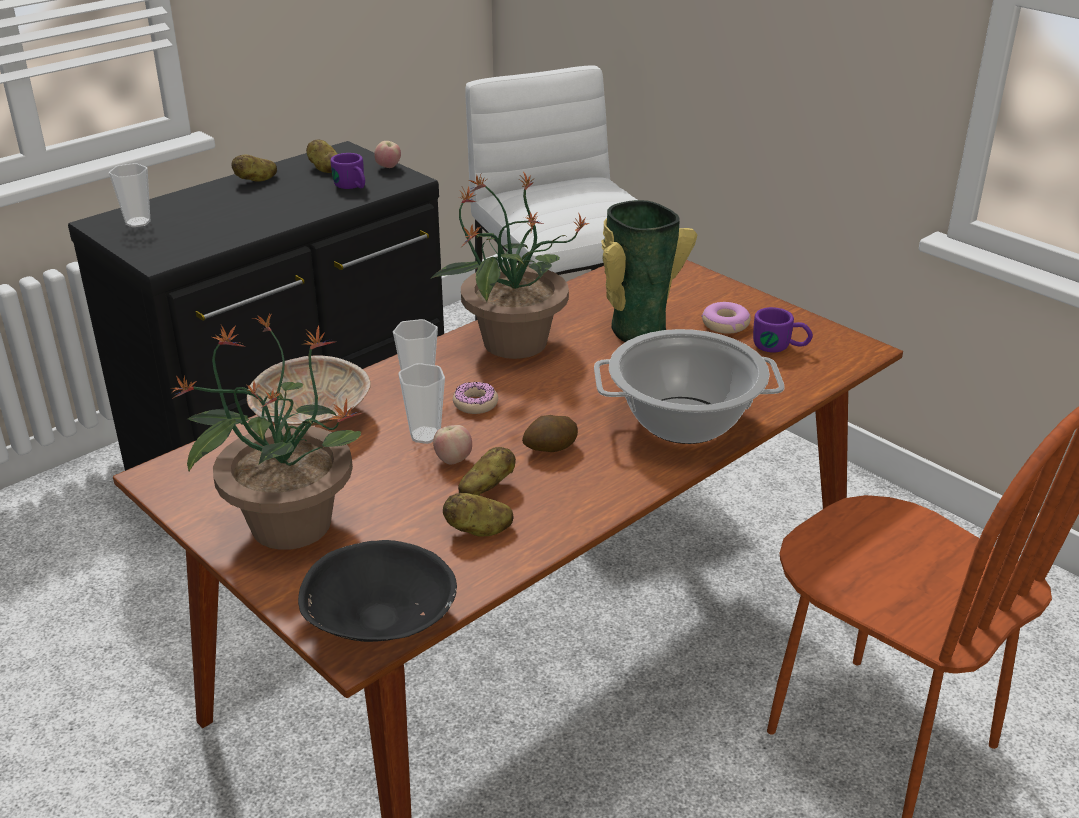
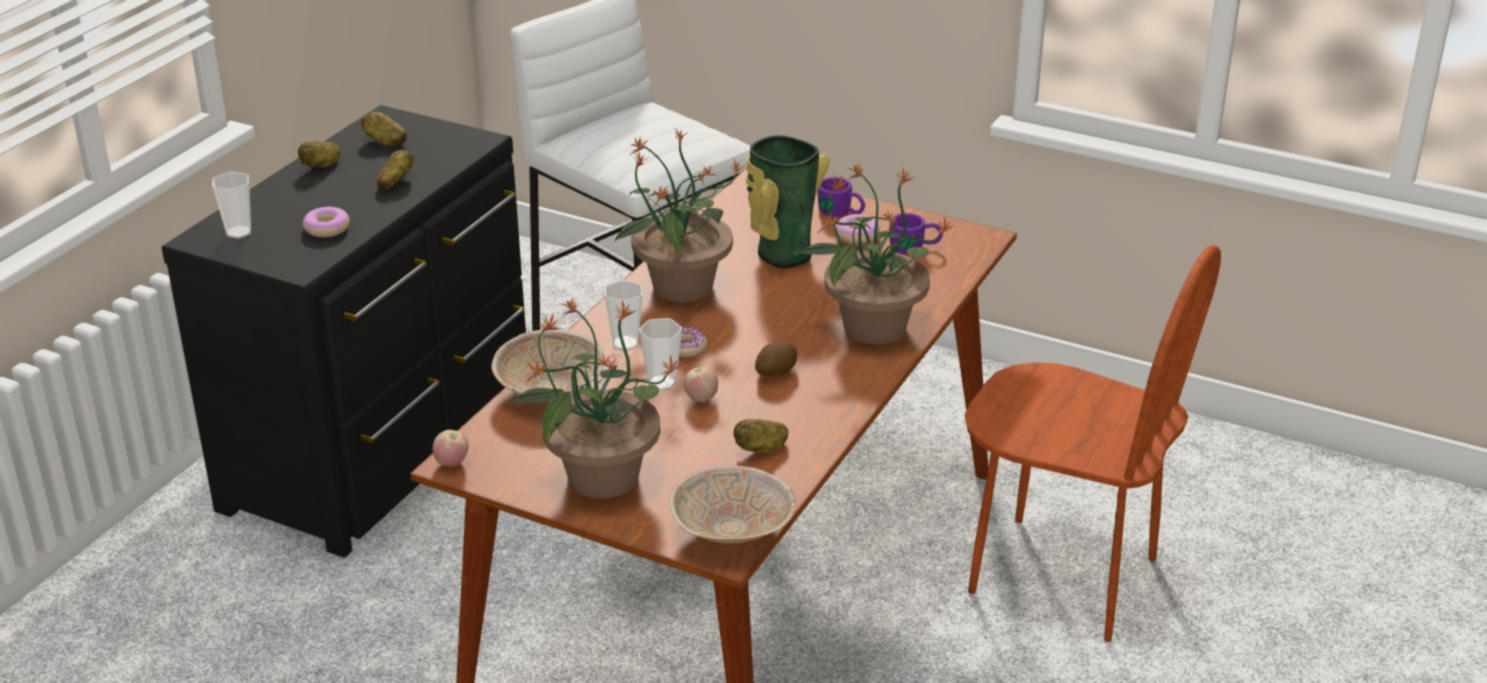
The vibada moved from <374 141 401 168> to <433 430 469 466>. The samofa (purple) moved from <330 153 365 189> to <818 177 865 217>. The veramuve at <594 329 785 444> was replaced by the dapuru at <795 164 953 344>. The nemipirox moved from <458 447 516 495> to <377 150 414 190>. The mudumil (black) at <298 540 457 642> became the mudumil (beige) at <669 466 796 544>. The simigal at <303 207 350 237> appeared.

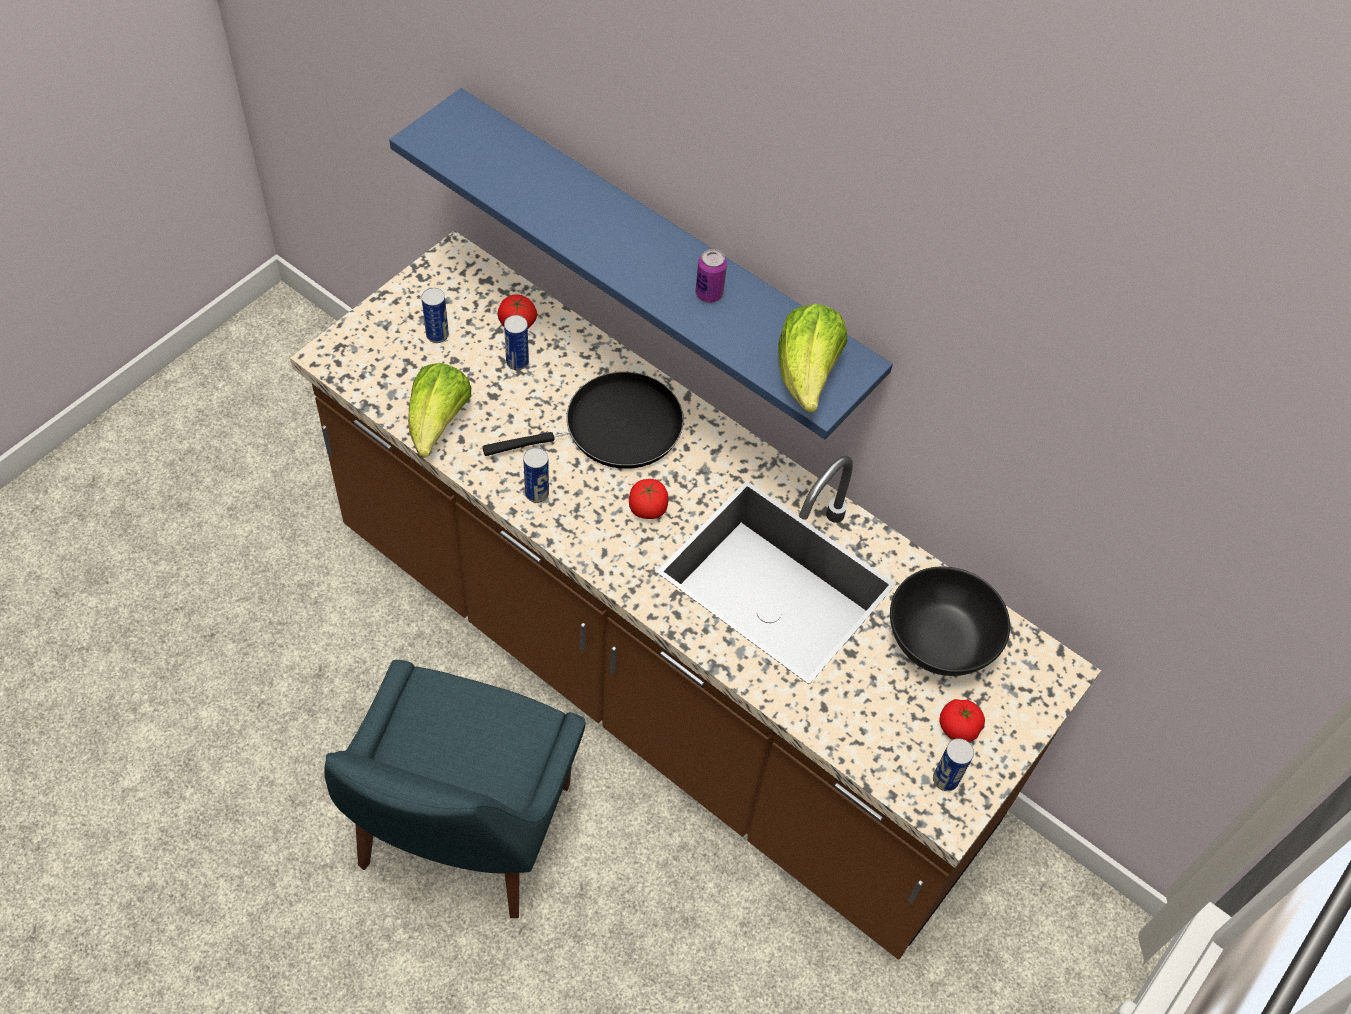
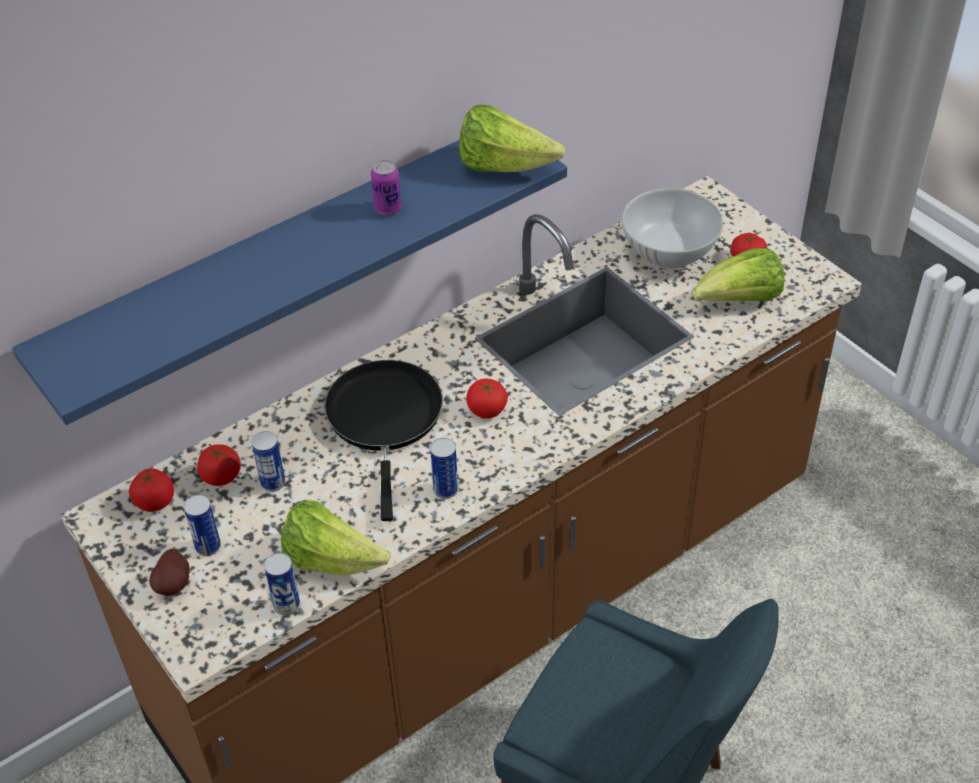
The mudumil (black) at <890 566 1010 676> became the mudumil (white) at <621 188 723 269>. The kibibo moved from <933 738 974 791> to <264 553 300 615>. The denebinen at <692 248 784 302> appeared. The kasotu at <129 468 174 512> appeared. The nemipirox at <149 549 189 596> appeared.

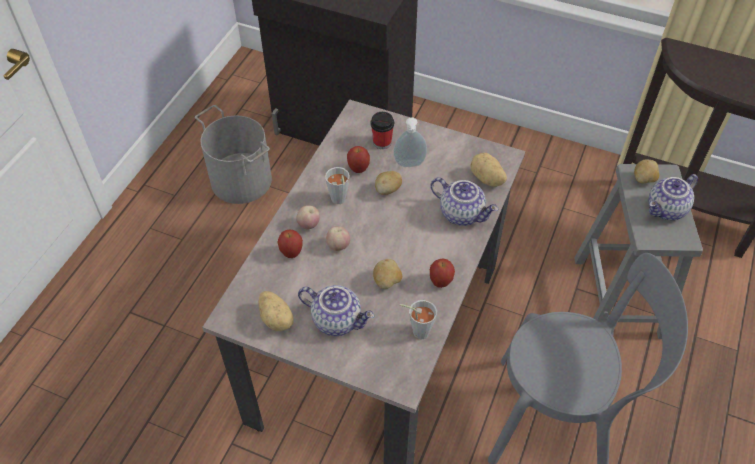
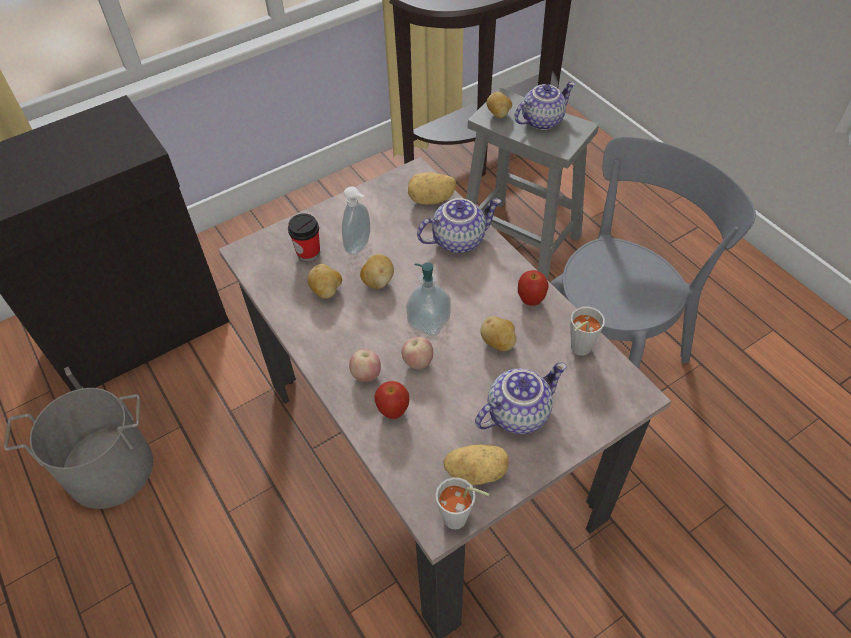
The vibada at <347 146 370 173> was replaced by the nemipirox at <307 264 342 299>. The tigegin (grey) moved from <325 167 350 204> to <436 477 489 529>. The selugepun at <649 174 698 220> turned 120 degrees counterclockwise. The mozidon at <406 262 450 336> appeared.

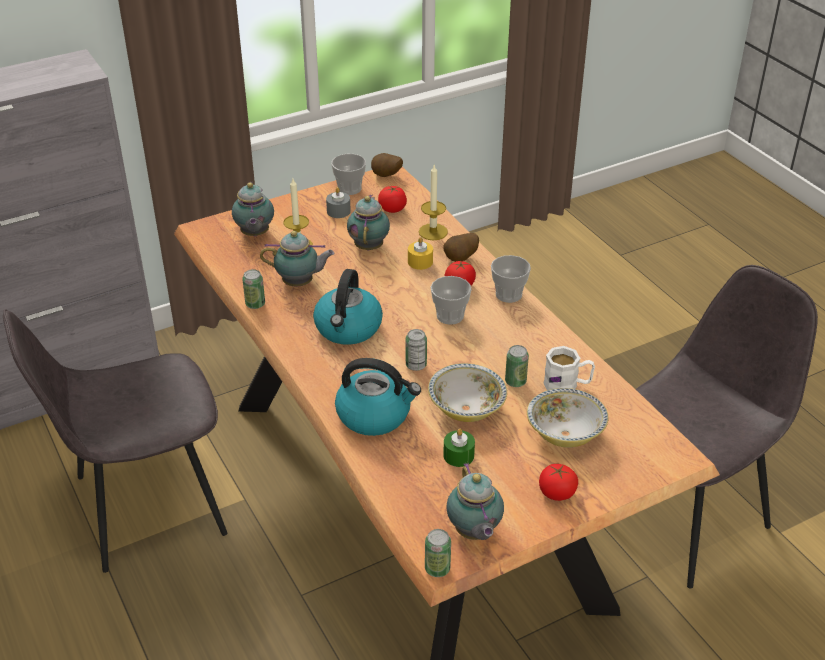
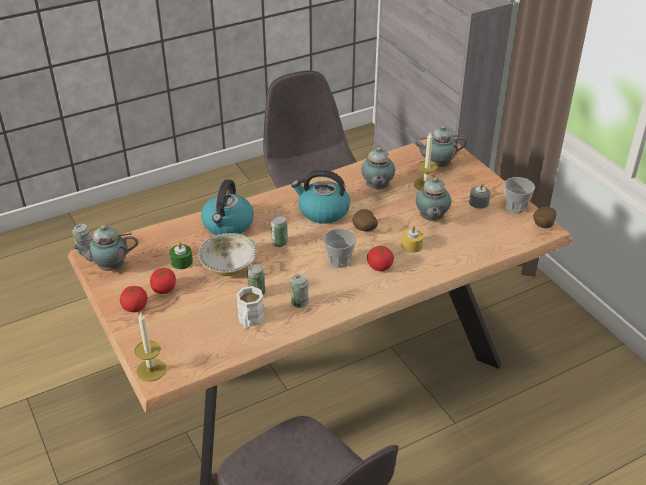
The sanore moved from <419 165 448 240> to <135 313 166 382>. The kasotu moved from <378 186 407 213> to <150 268 176 294>. The selugepun at <347 195 390 250> turned 90 degrees clockwise. The nemipirox moved from <443 233 479 262> to <352 209 378 232>. The tigegin at <491 255 531 303> disappeared. The kibibo moved from <242 269 265 309> to <291 274 308 308>. The mudumil at <527 388 609 448> disappeared.

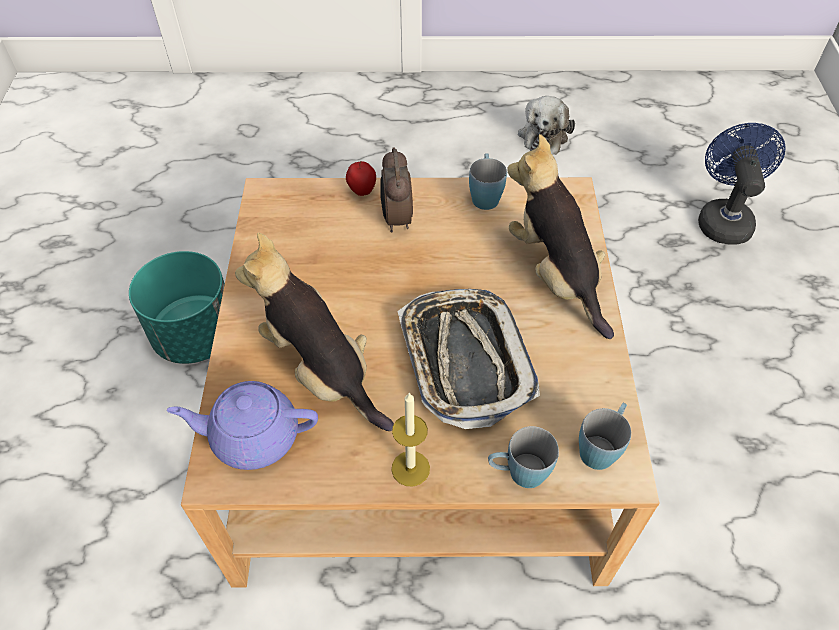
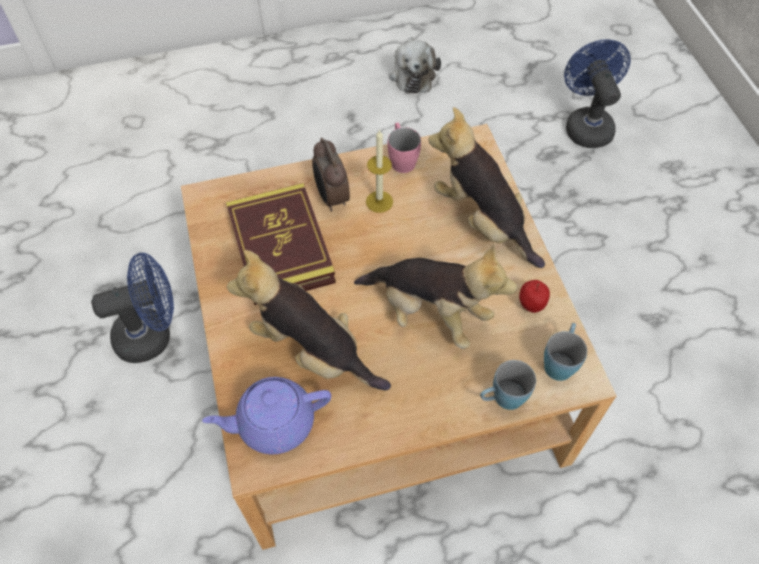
The samofa (blue) at <469 153 507 210> became the samofa (pink) at <388 123 421 173>. The vibada moved from <346 161 376 196> to <519 280 550 313>. The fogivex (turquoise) at <129 251 225 364> was replaced by the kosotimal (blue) at <91 253 174 363>. The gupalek at <397 289 540 429> was replaced by the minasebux at <354 244 517 349>. The sanore moved from <392 392 430 487> to <366 129 393 213>. The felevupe at <226 183 336 305> appeared.

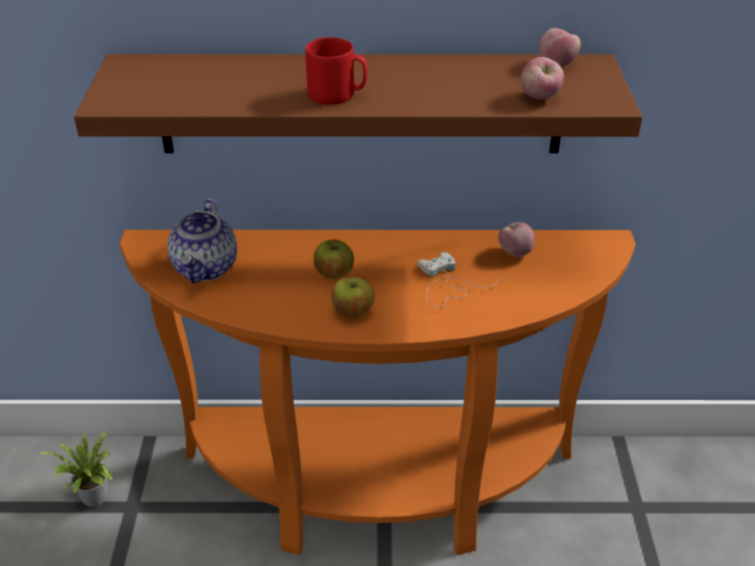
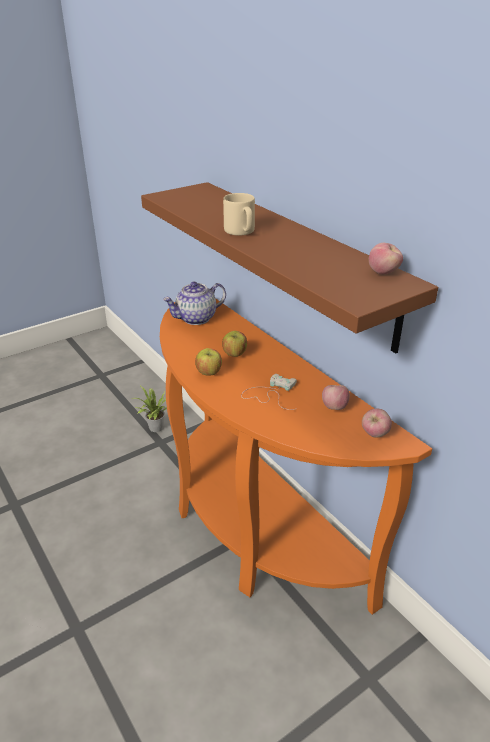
The samofa (red) at <305 37 367 105> became the samofa (beige) at <223 193 255 236>. The vibada moved from <521 57 564 100> to <362 409 392 438>.

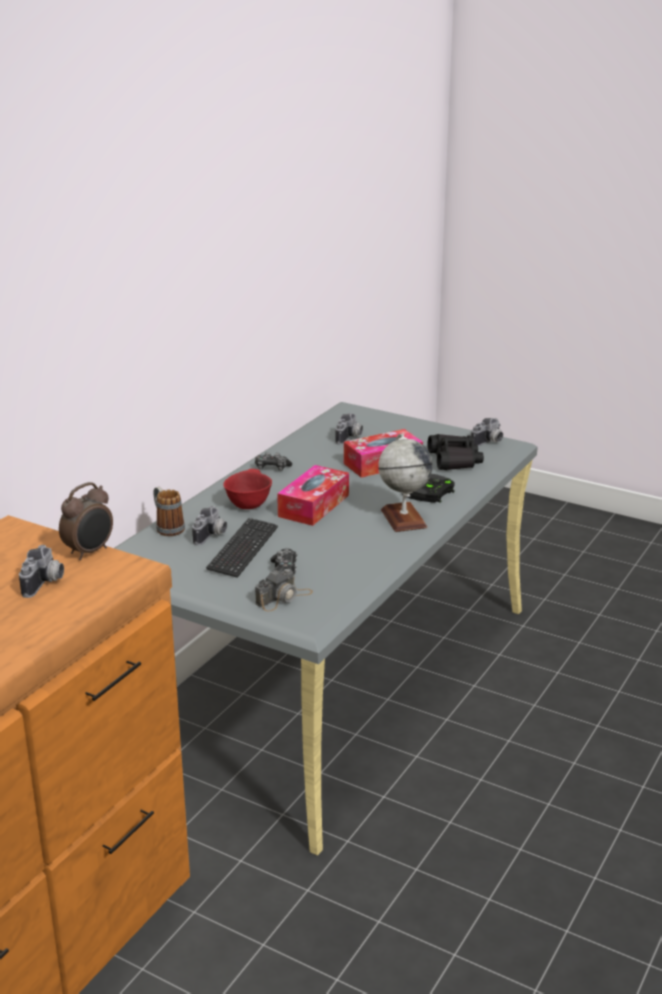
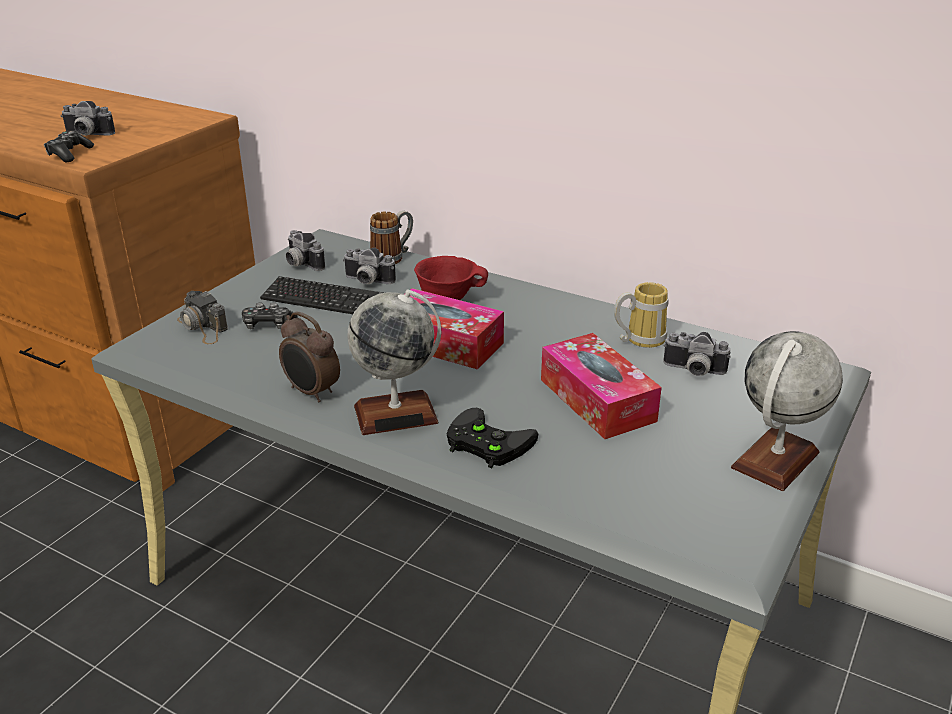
The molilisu moved from <471 418 503 446> to <286 230 325 271>. The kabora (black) at <427 434 484 470> disappeared. The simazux moved from <255 452 292 471> to <44 131 94 162>. The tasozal moved from <59 482 113 560> to <279 312 340 402>. The samofa at <614 282 669 348> appeared. The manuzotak at <731 331 843 491> appeared.

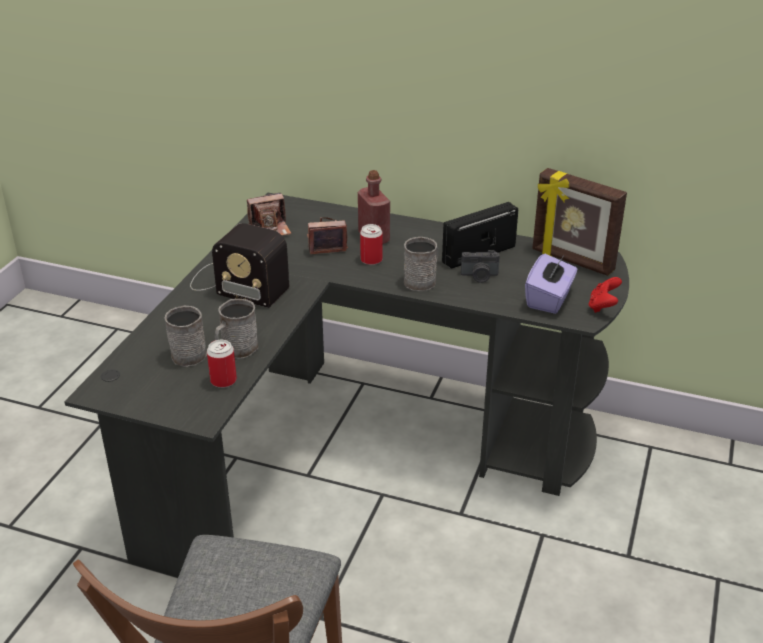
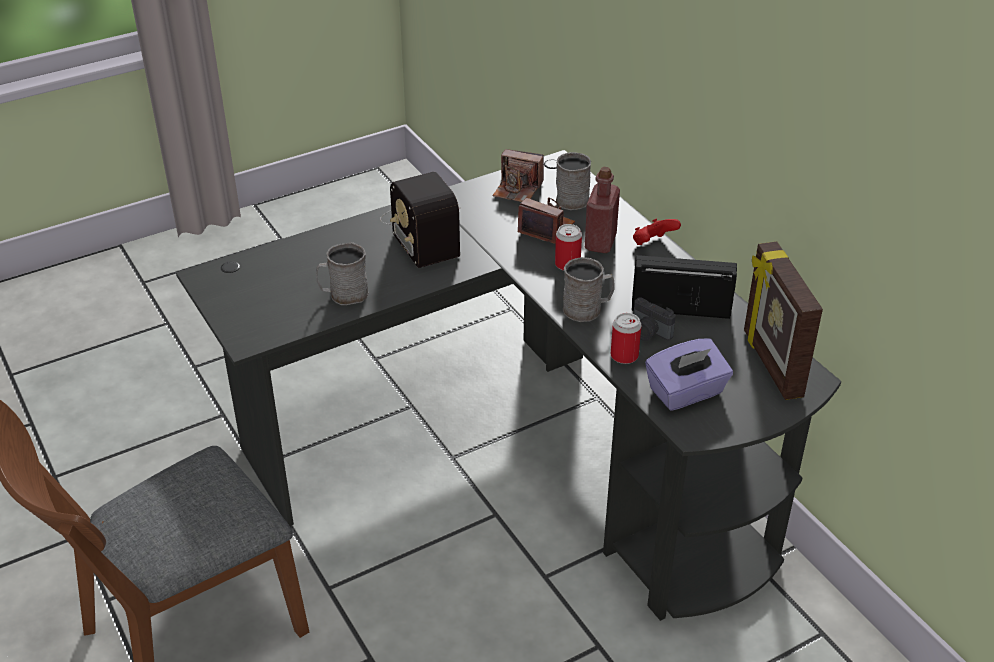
The simazux (red) moved from <589 277 622 313> to <633 218 681 245>. The samofa (grey) moved from <164 306 207 367> to <556 152 591 210>. The kibibo moved from <207 340 237 388> to <611 313 642 364>.

